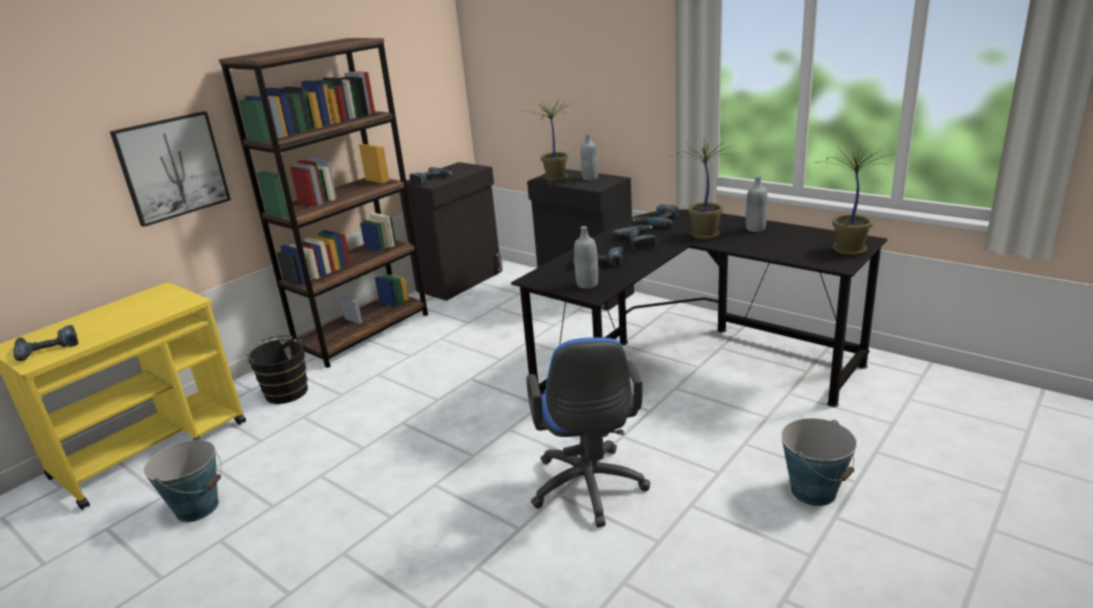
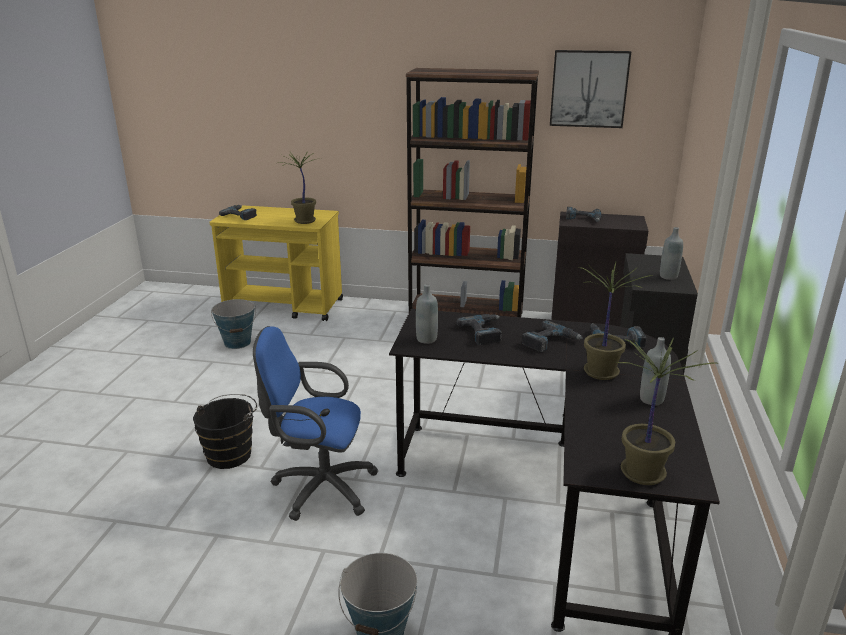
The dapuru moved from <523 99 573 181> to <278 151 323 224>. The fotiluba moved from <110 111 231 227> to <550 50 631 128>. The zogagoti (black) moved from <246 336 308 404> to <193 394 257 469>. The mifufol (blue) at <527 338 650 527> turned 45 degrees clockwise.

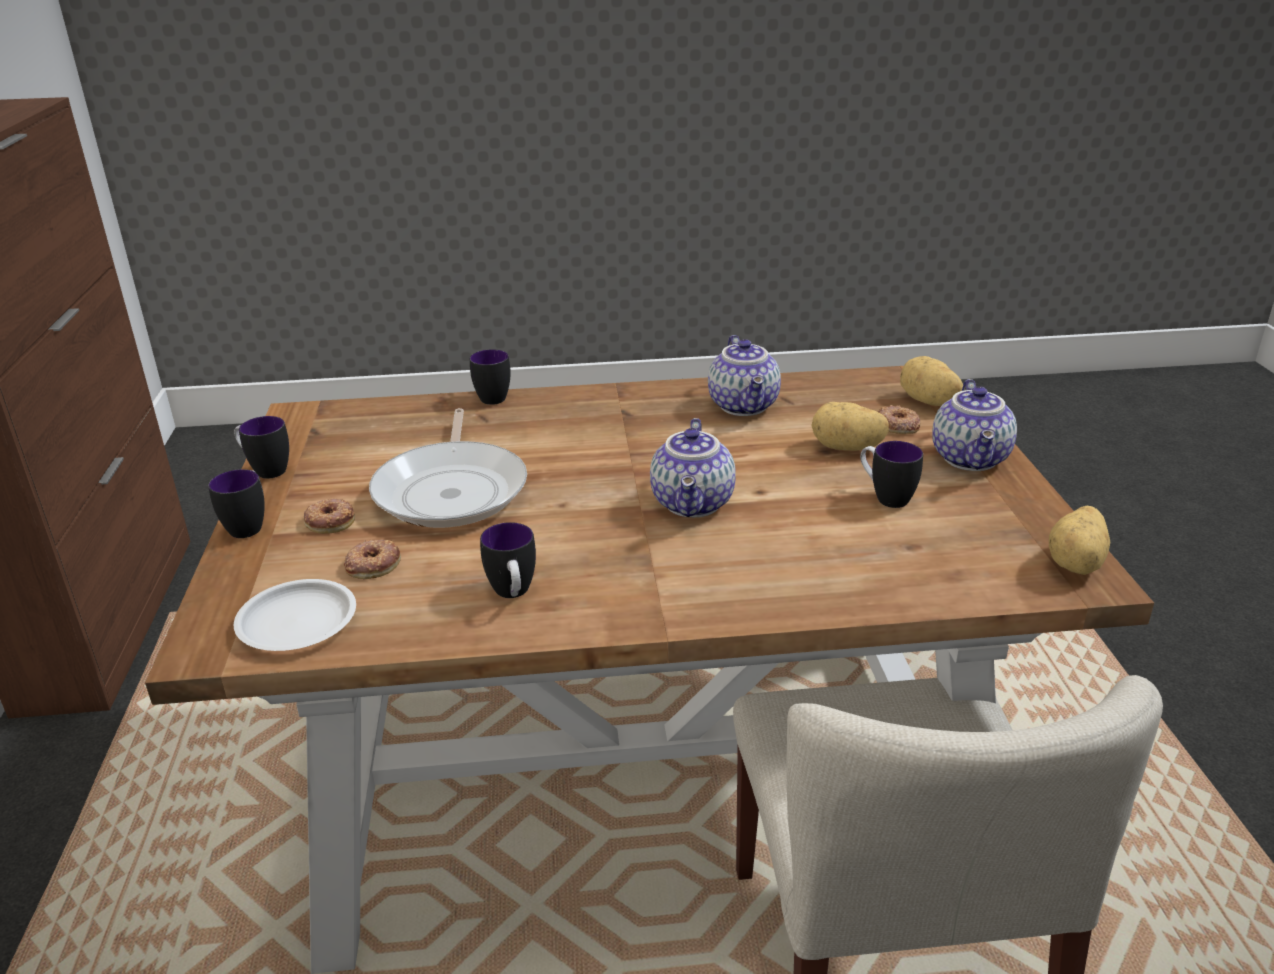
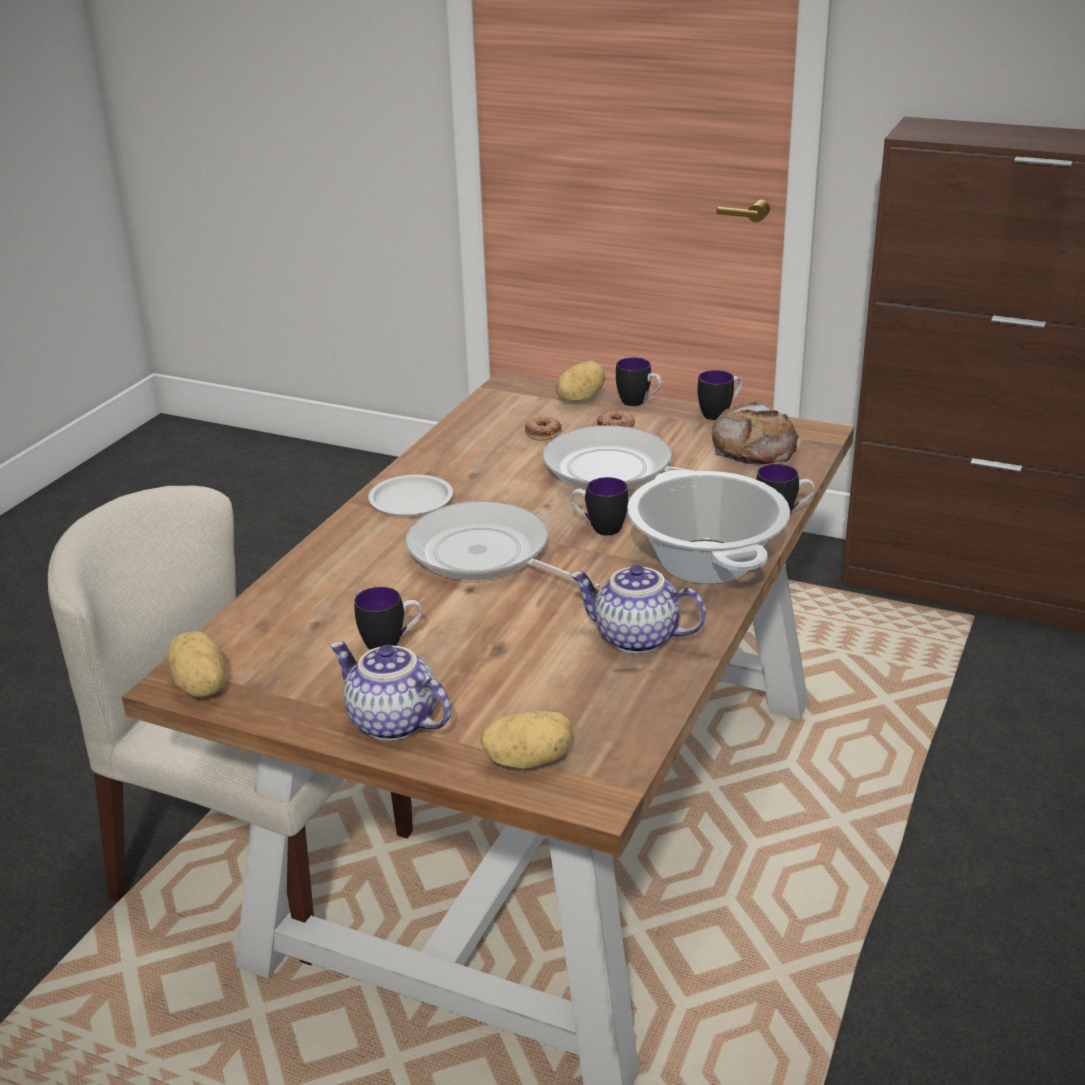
The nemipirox moved from <811 402 889 451> to <556 361 605 403>. The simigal at <878 405 920 434> disappeared. The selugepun at <650 418 736 517> was replaced by the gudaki at <406 501 601 590>. The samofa moved from <480 522 536 598> to <570 477 628 536>. The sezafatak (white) moved from <234 579 356 651> to <368 475 453 516>. The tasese at <712 401 799 464> appeared. The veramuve at <627 470 790 584> appeared.

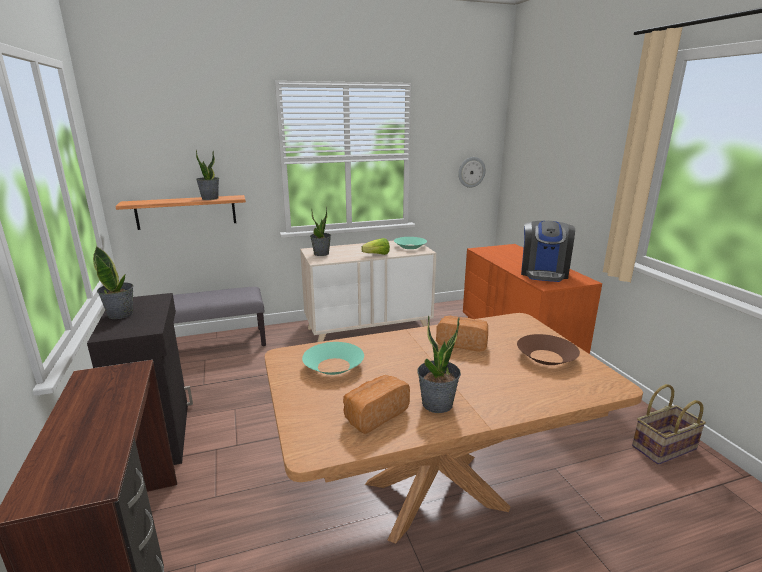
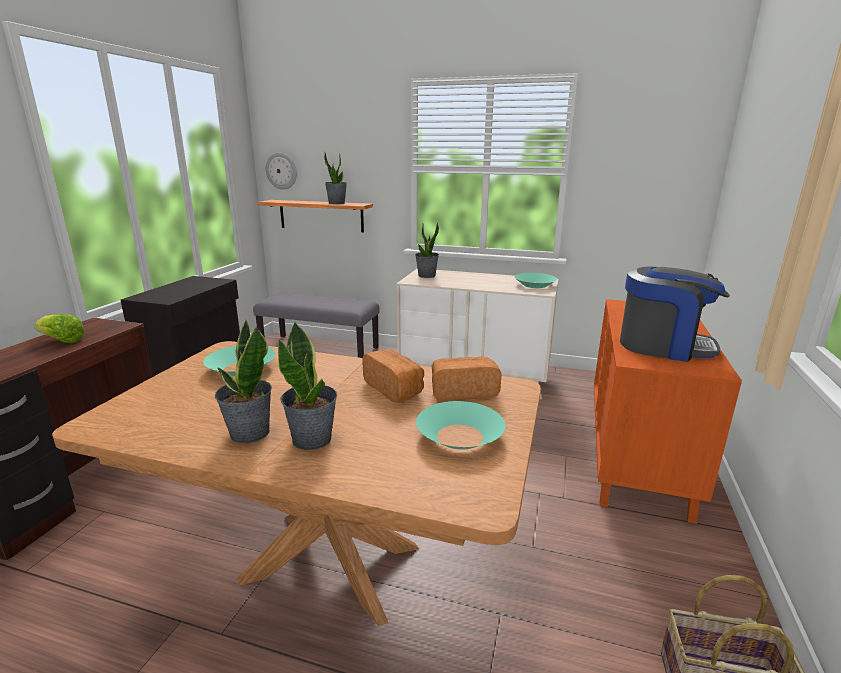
The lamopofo moved from <458 157 486 188> to <266 153 297 190>. The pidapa at <521 221 575 282> turned 120 degrees counterclockwise. The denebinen moved from <361 238 390 255> to <34 314 85 343>. The dapuru moved from <93 246 133 319> to <278 322 337 450>. The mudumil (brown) at <517 334 580 365> became the mudumil (turquoise) at <416 401 505 450>. The tasese moved from <343 375 410 434> to <432 357 502 401>.

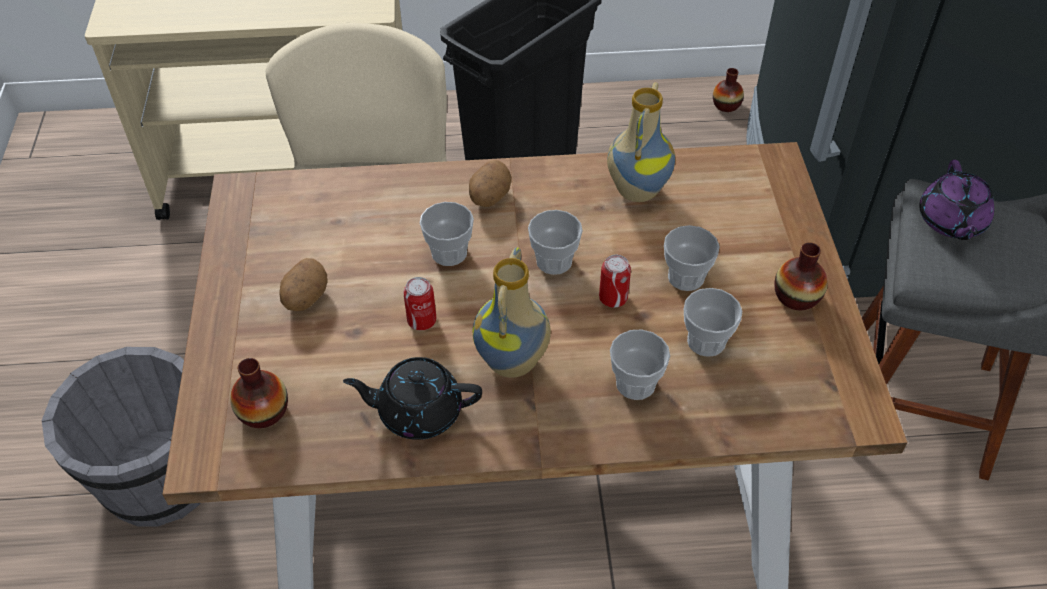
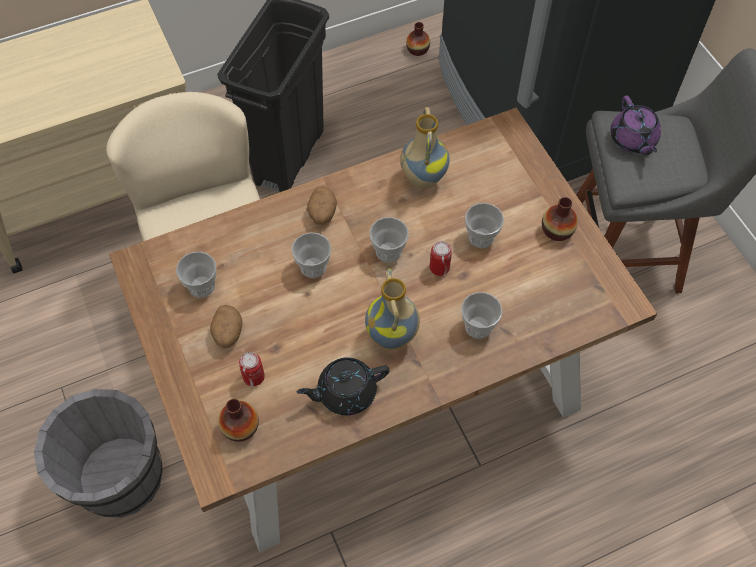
The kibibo moved from <403 277 436 330> to <239 352 265 386>. The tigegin moved from <684 288 742 357> to <176 251 216 298>.

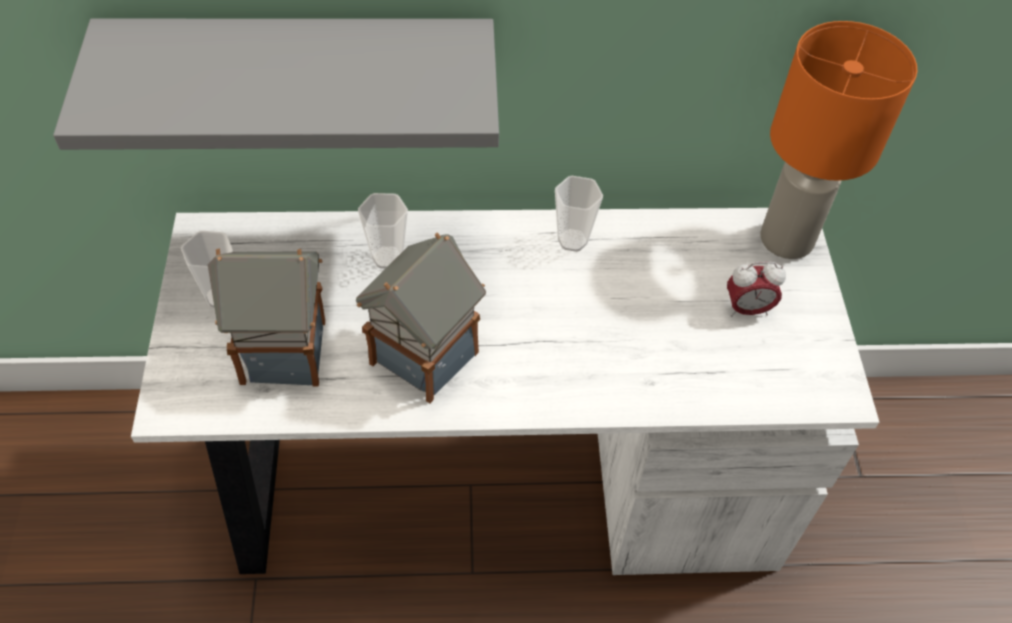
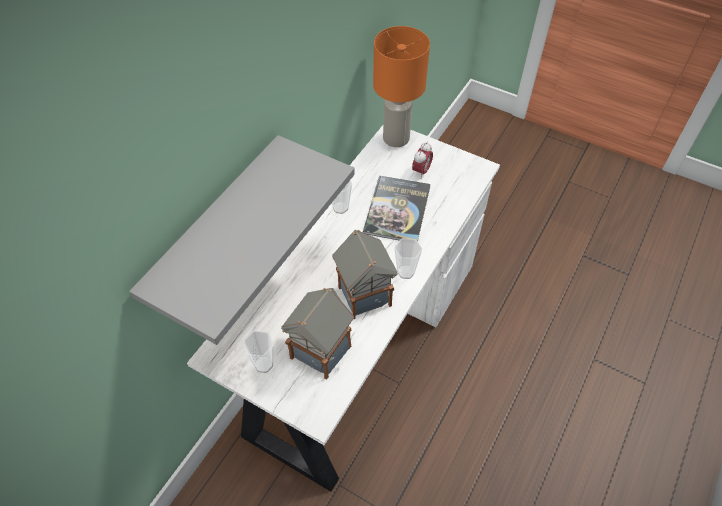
The tigegin moved from <358 193 408 269> to <394 238 422 279>. The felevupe at <363 176 431 241> appeared.

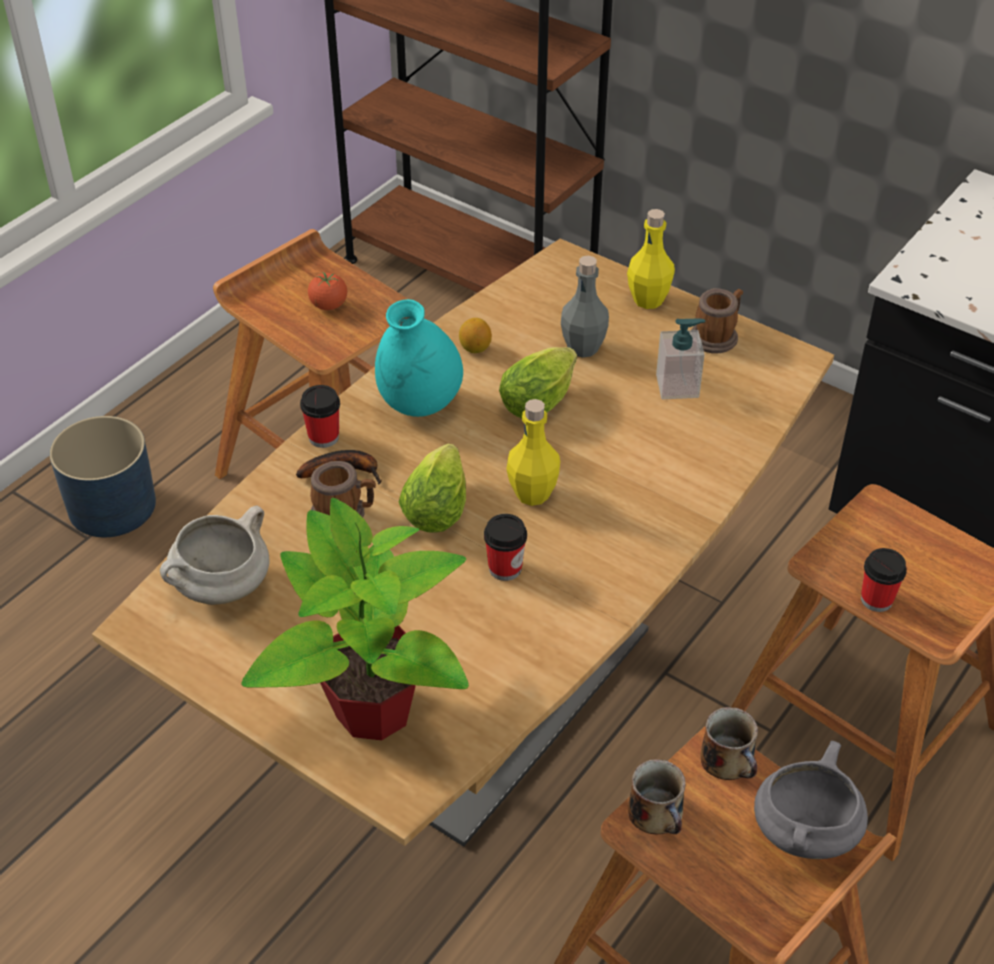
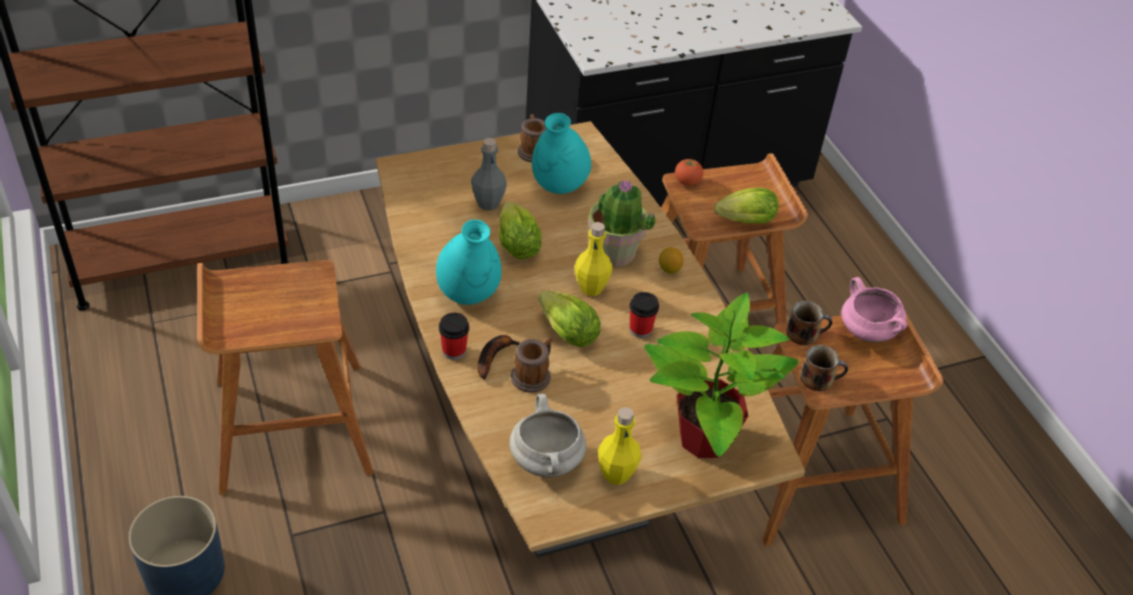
The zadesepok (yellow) moved from <627 209 675 309> to <598 407 642 485>. The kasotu moved from <308 272 347 310> to <675 159 703 186>. The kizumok moved from <459 318 492 353> to <659 247 684 274>. The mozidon at <656 318 705 399> was replaced by the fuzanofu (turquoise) at <532 113 591 194>. The tigegin at <861 548 907 612> was replaced by the denebinen at <714 188 779 224>. The veramuve (grey) at <754 741 868 859> became the veramuve (pink) at <841 277 908 343>. The dapuru at <588 180 656 267> appeared.

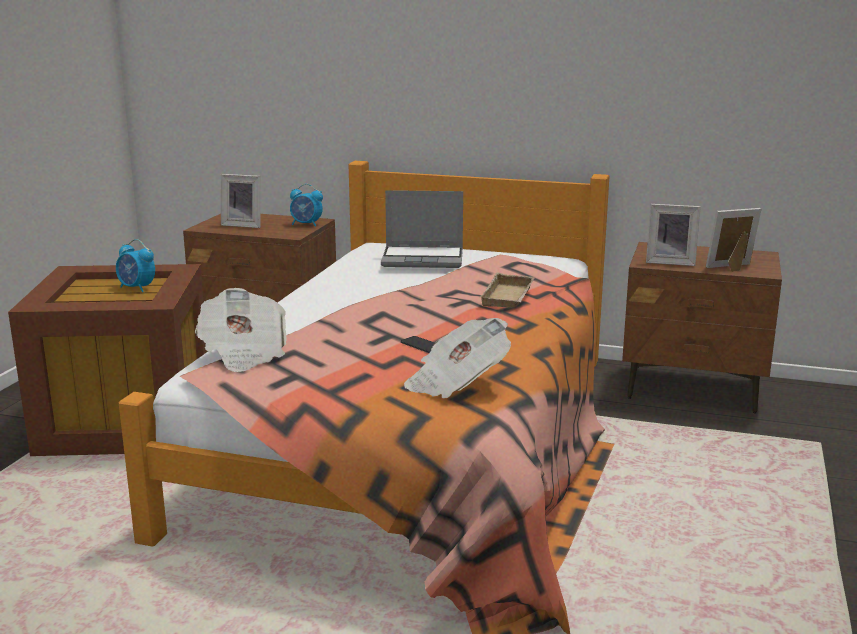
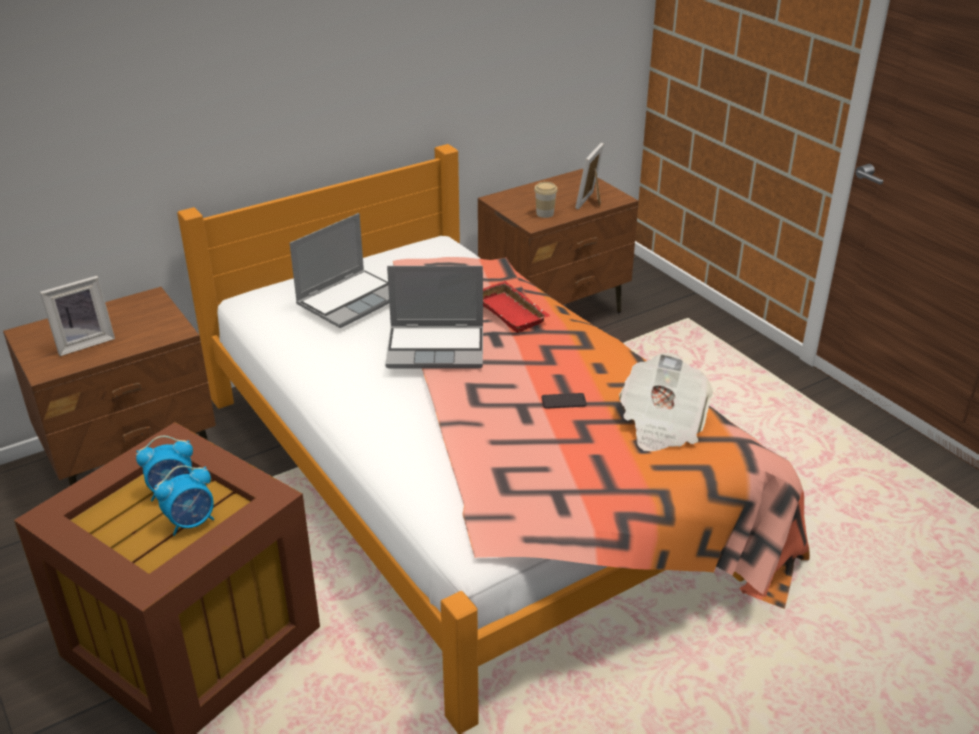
The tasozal moved from <290 184 323 227> to <154 465 214 536>. The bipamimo at <646 204 701 266> was replaced by the tigegin at <534 182 558 218>. The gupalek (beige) at <480 272 535 308> became the gupalek (red) at <483 281 551 333>. The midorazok at <195 288 287 372> disappeared. The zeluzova at <385 266 483 369> appeared.

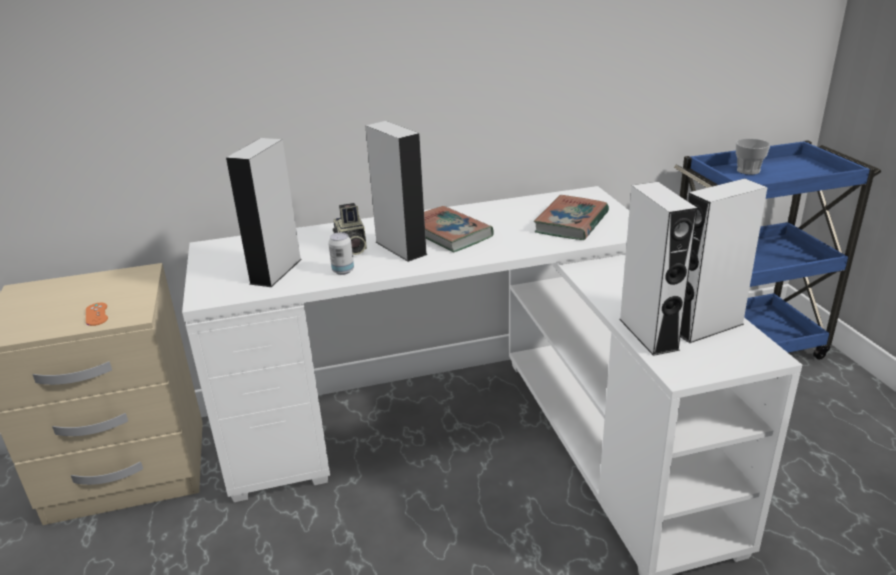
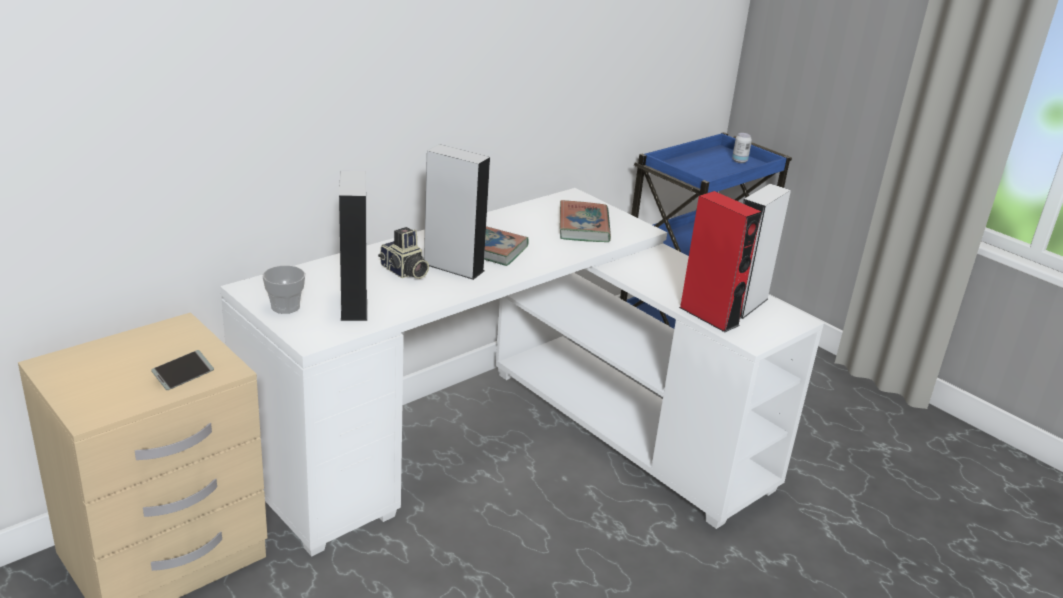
The tigegin moved from <736 139 770 175> to <263 265 305 314>. The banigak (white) at <619 182 697 356> became the banigak (red) at <679 191 762 332>. The kibibo moved from <328 232 354 275> to <732 133 752 163>. The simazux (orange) at <86 303 108 326> was replaced by the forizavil at <151 350 214 390>.

